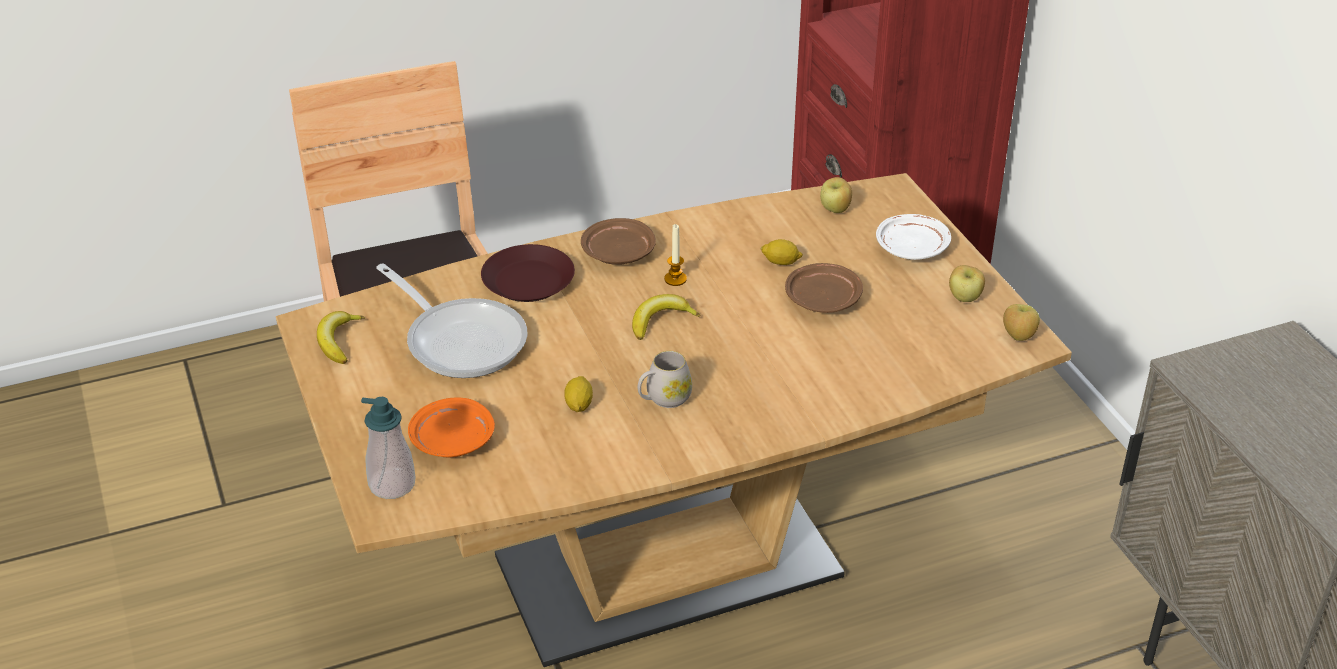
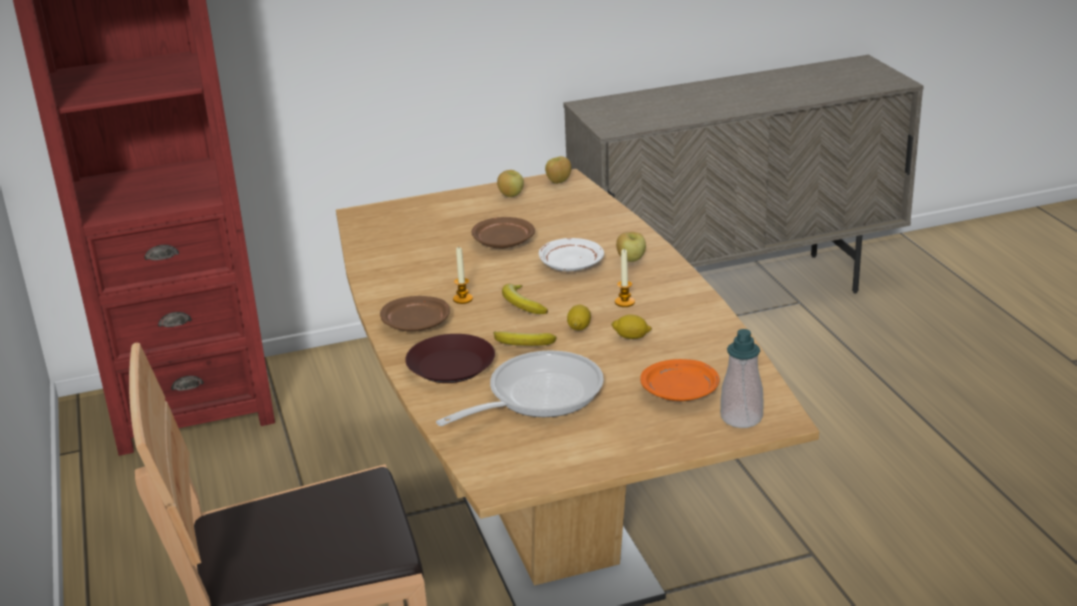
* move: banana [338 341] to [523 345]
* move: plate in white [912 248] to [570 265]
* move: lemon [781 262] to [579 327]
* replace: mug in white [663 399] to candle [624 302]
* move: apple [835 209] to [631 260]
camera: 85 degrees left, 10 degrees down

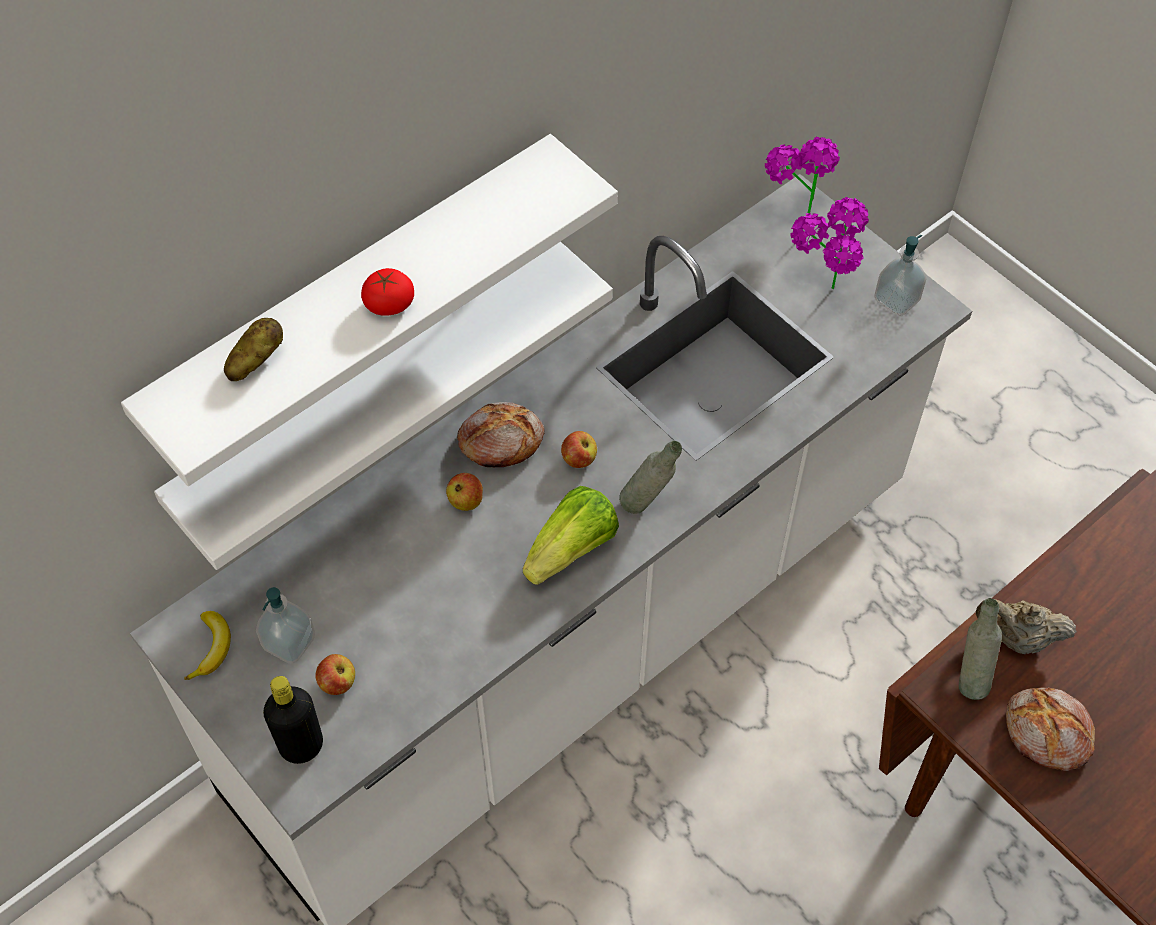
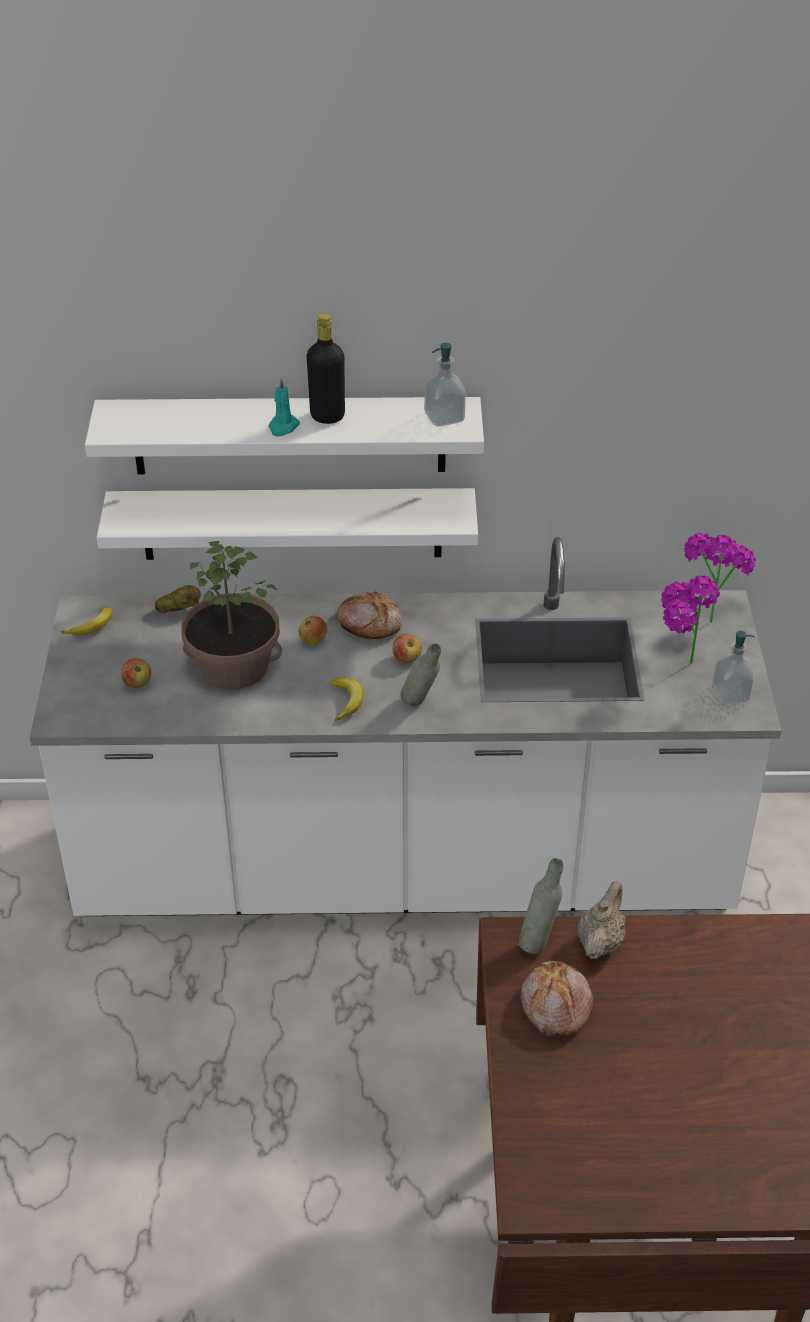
* move: potato [255 361] to [179 609]
* insert: potted plant [233 667]
* replace: tomato [389 304] to candle in turquoise [283 427]
* move: bottle in black [301 746] to [327 416]
* replace: lettuce [572 549] to banana [347 701]
* move: soap dispenser [289 642] to [444 417]
* rotate: teapot in beige [1017 638] = [600 941] 60 degrees clockwise
camera: 40 degrees right, 15 degrees down

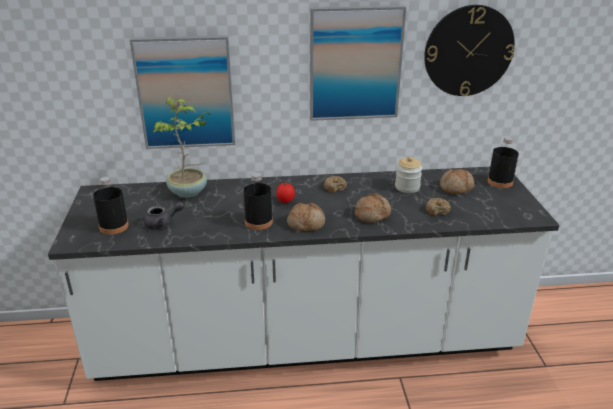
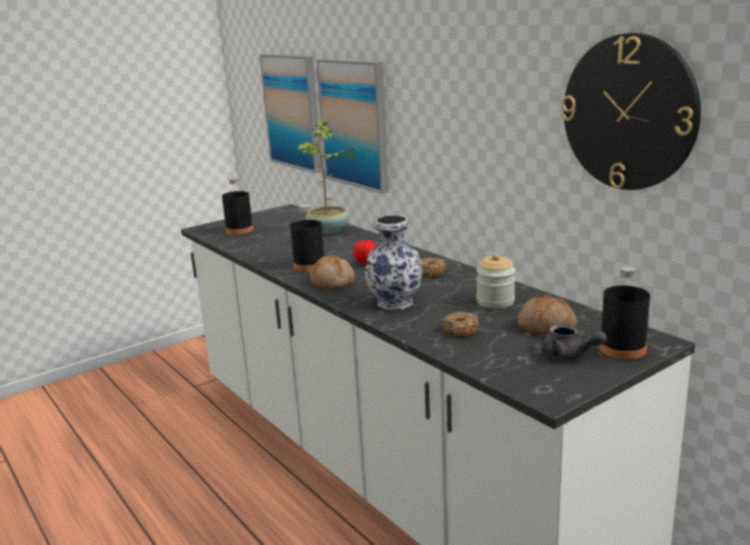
* move: picture [355 63] to [293 111]
* replace: bread [372 214] to vase [396 302]
* move: teapot in grey [163 223] to [569 355]
camera: 60 degrees right, 10 degrees down

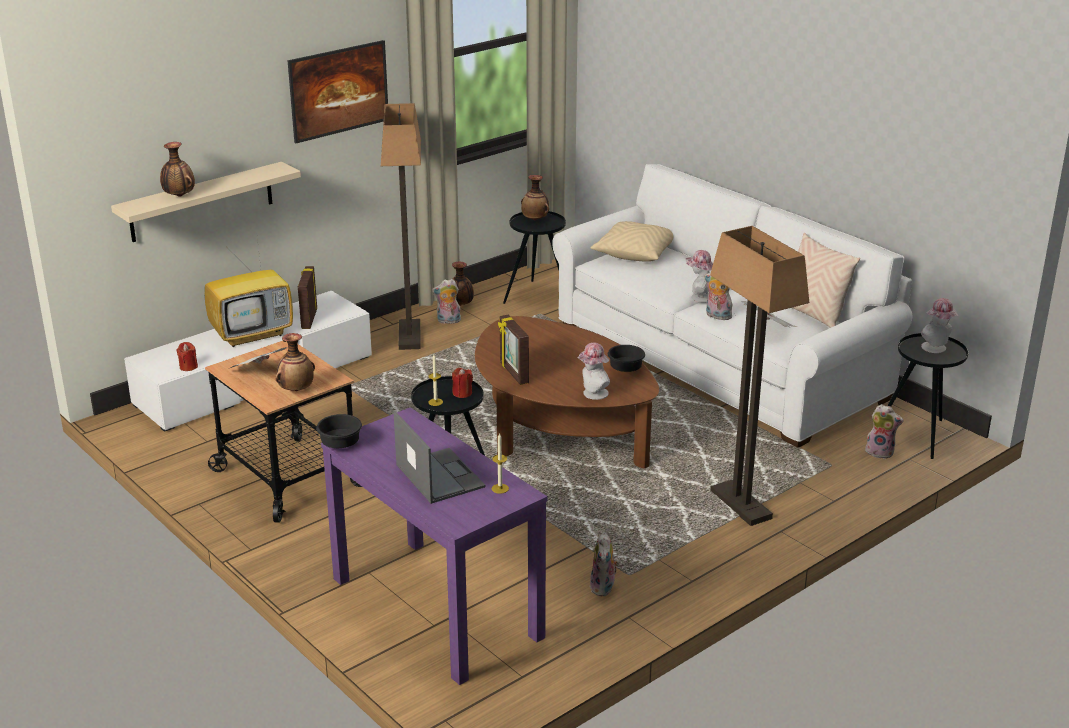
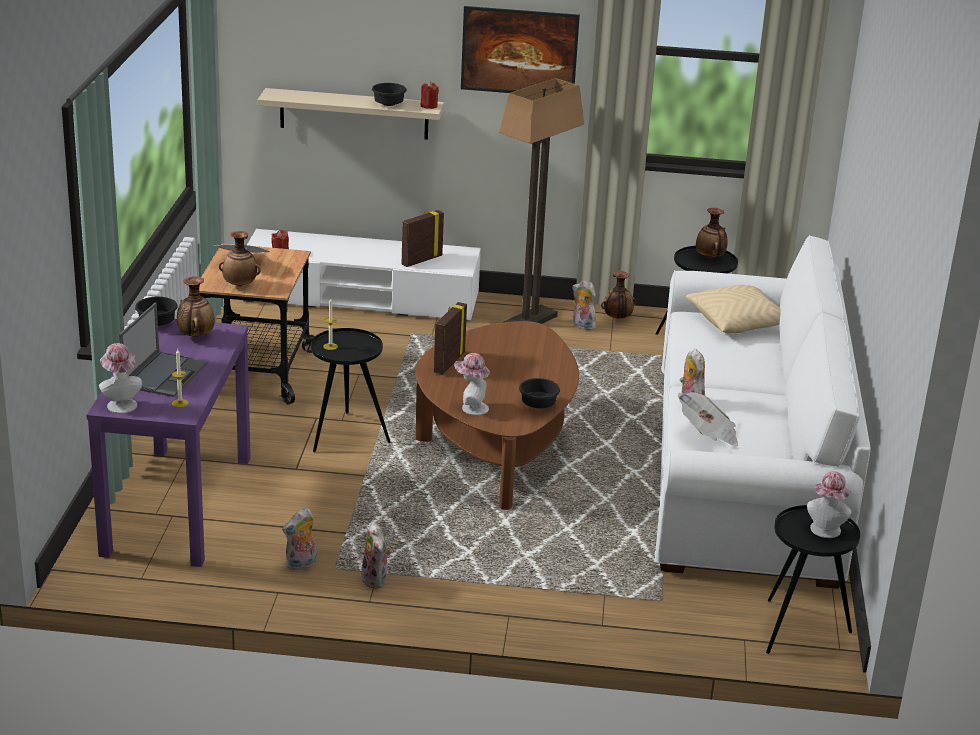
* move: hat [699 297] to [120 404]
* move: vase [179 196] to [195 336]
* move: plush toy [880 452] to [376 580]
* insert: bowl in black [387 104]
* move: candle in red [462 393] to [429 106]
* delete: television [253 334]
* delete: floor lamp [741 505]
* delete: pillow in beige [813 314]
camera: 45 degrees right, 0 degrees up

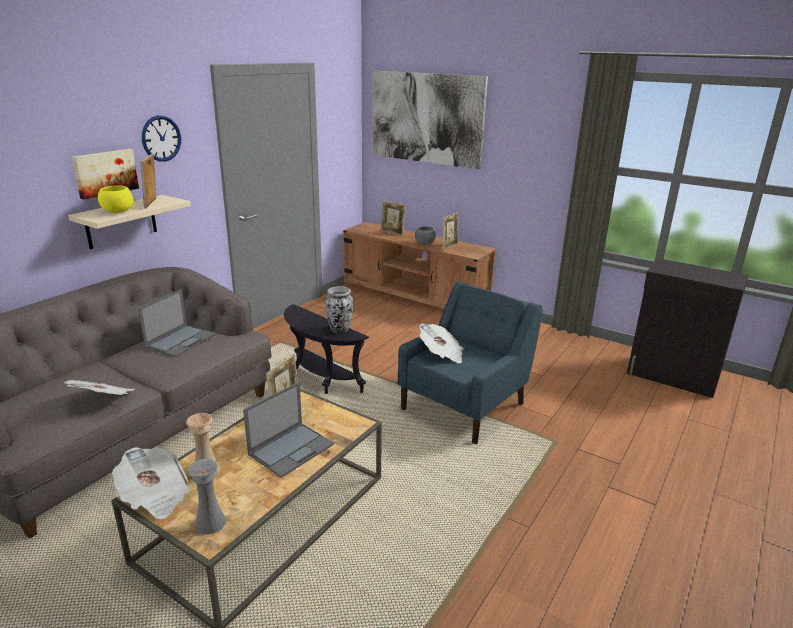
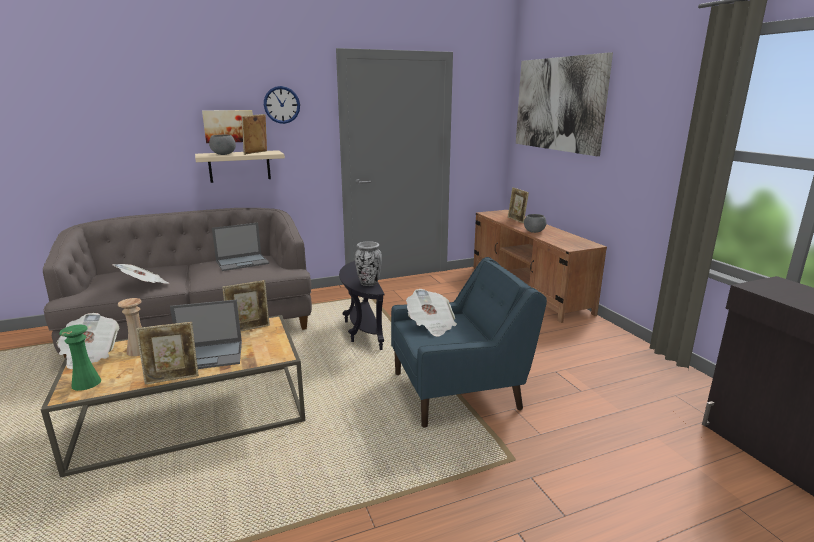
* recolor: vase in grey [210 523] to vase in green [86 383]
* move: picture frame [450 247] to [173 378]
* recolor: bowl in yellow [117 212] to bowl in grey [223 154]
camera: 35 degrees right, 5 degrees down

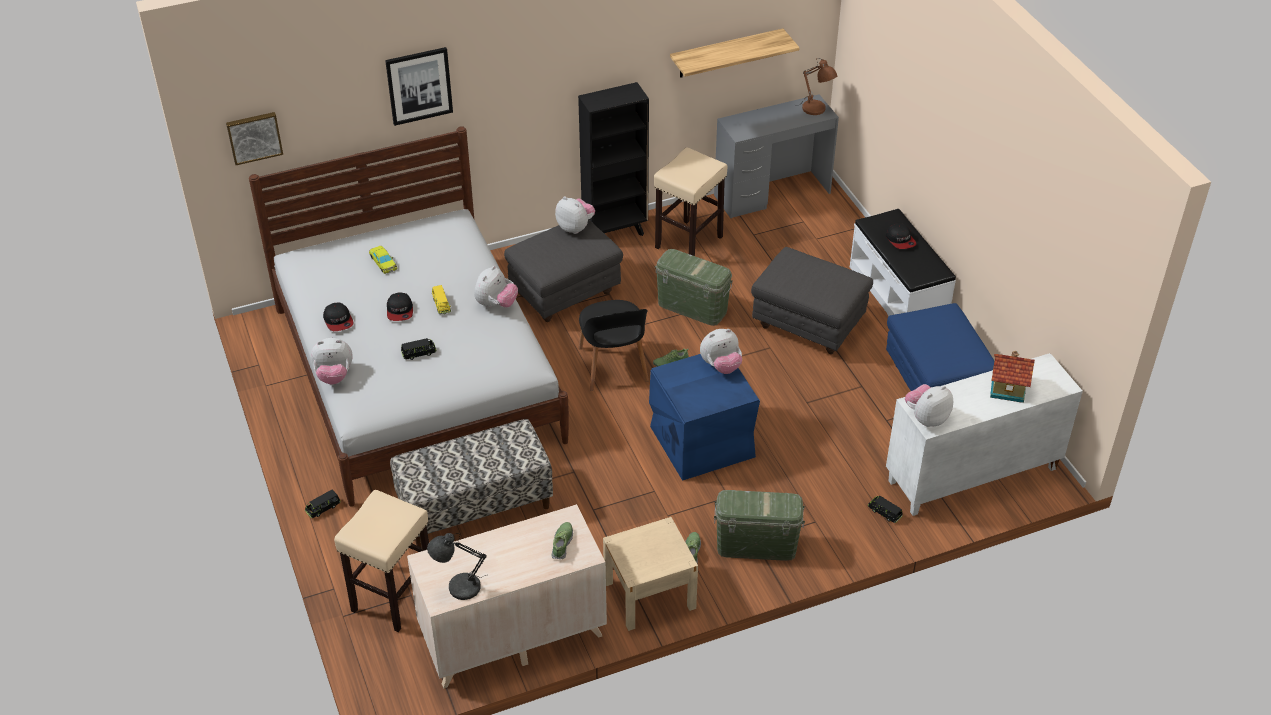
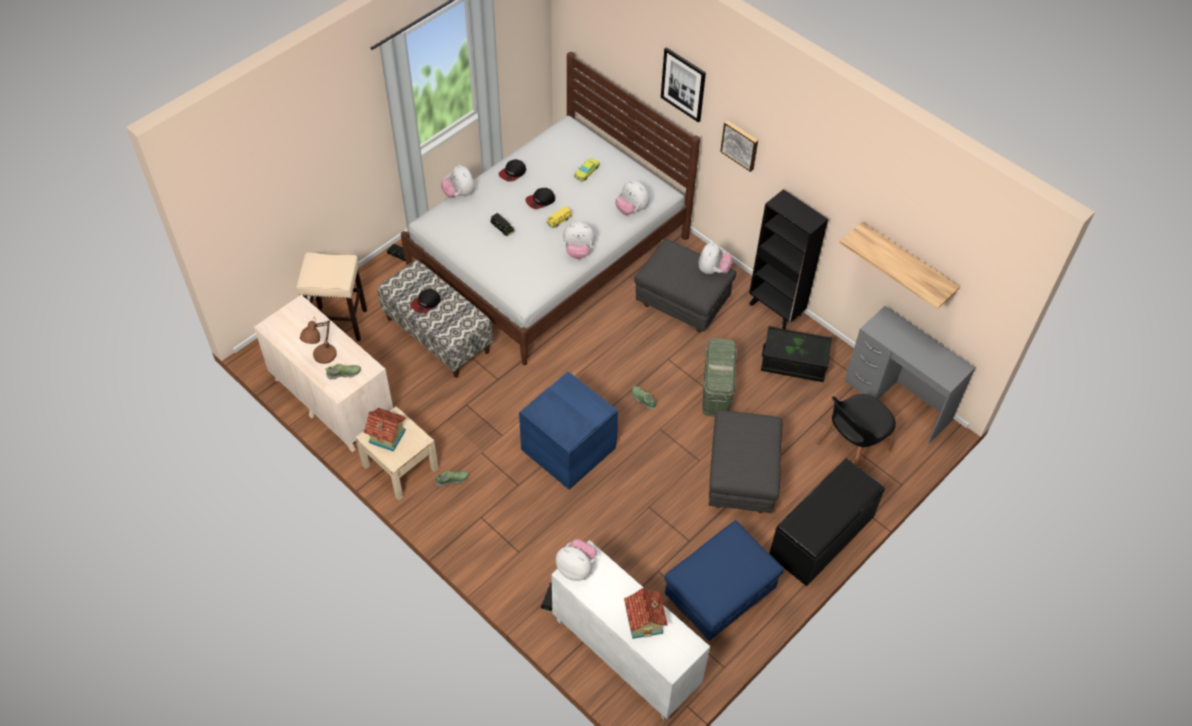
* move: table lamp in brown [815 110] to [322 356]
* insert: toy house [387 437]
* move: cap [900 240] to [426 303]
* move: plush toy [721 366] to [631 209]
* move: picture [254 137] to [740 144]
* replace: stool in beige [688 243] to storage box in black [793 363]
* recolor: bench in white [898 295] to bench in black [822 536]
* move: chair in black [613 366] to [852 448]
* delete: table lamp in grey [460 587]
* delete: storage box in green [756 545]
camera: 65 degrees right, 10 degrees up

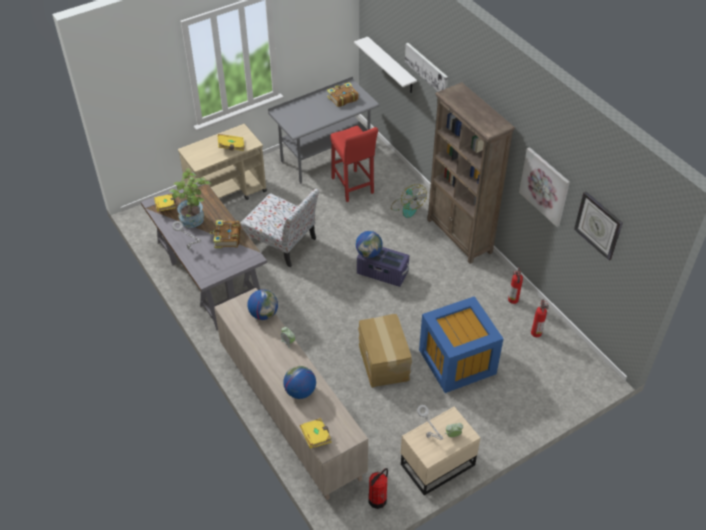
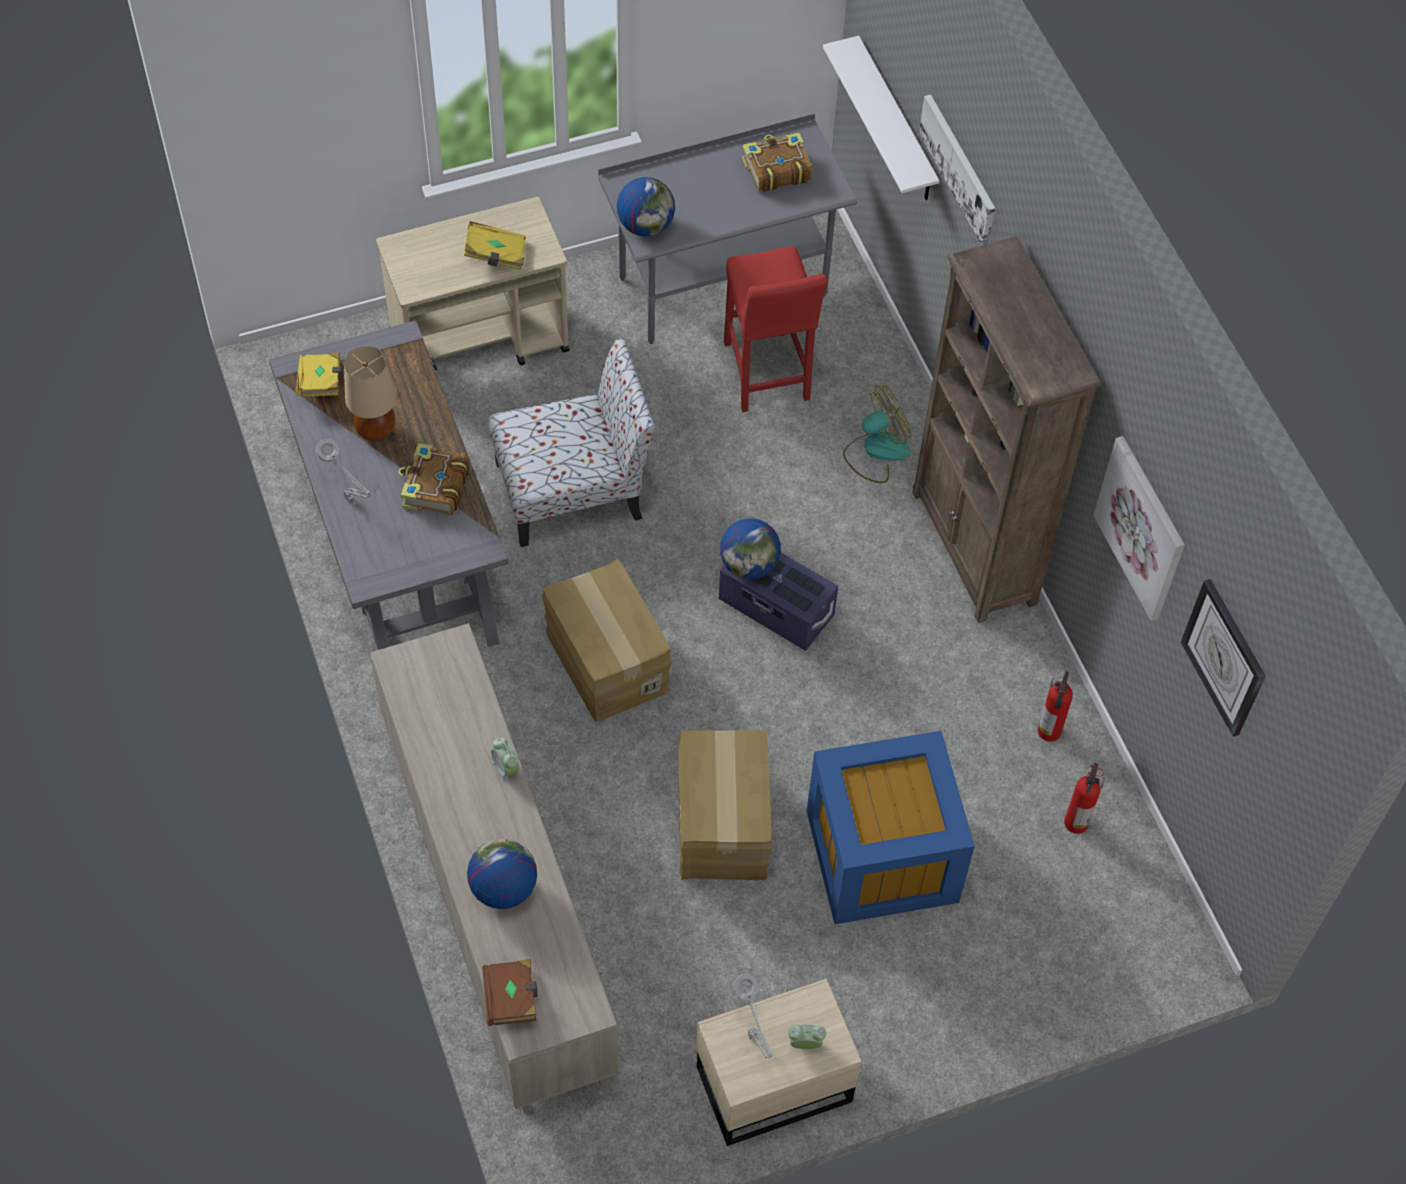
* replace: potted plant [195 220] to table lamp in beige [375 430]
* recolor: book in yellow [316 437] to book in brown [511 998]
* rotate: chair [282 243] = [573 490] 60 degrees counterclockwise
* insert: cardboard box [605 661]
* move: globe [264 314] to [646 226]
* rotate: fan [407 207] = [876 451] 105 degrees counterclockwise
* delete: fire extinguisher [377 500]
camera: 10 degrees right, 10 degrees up

